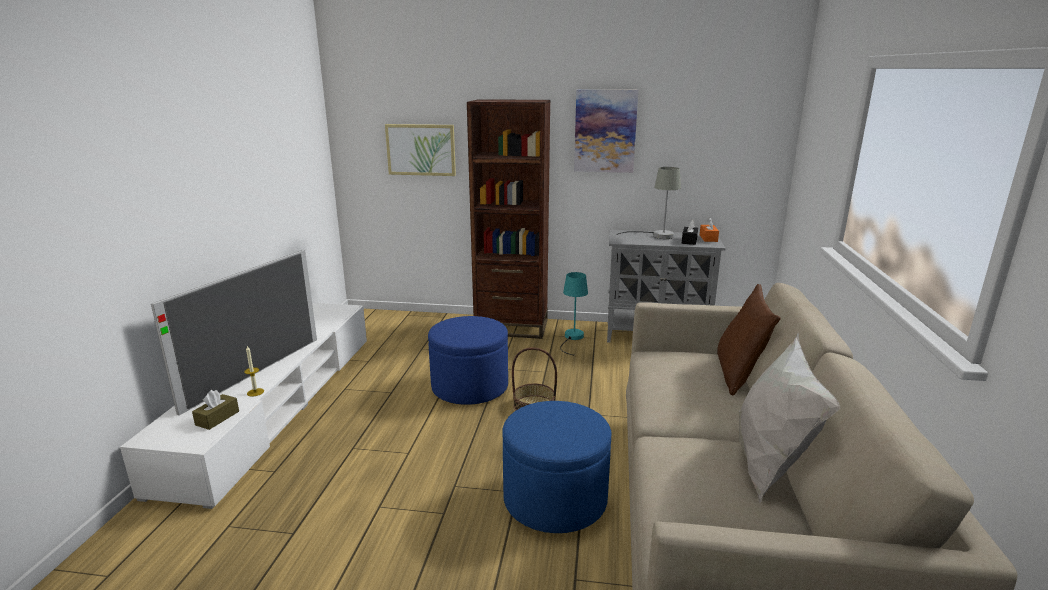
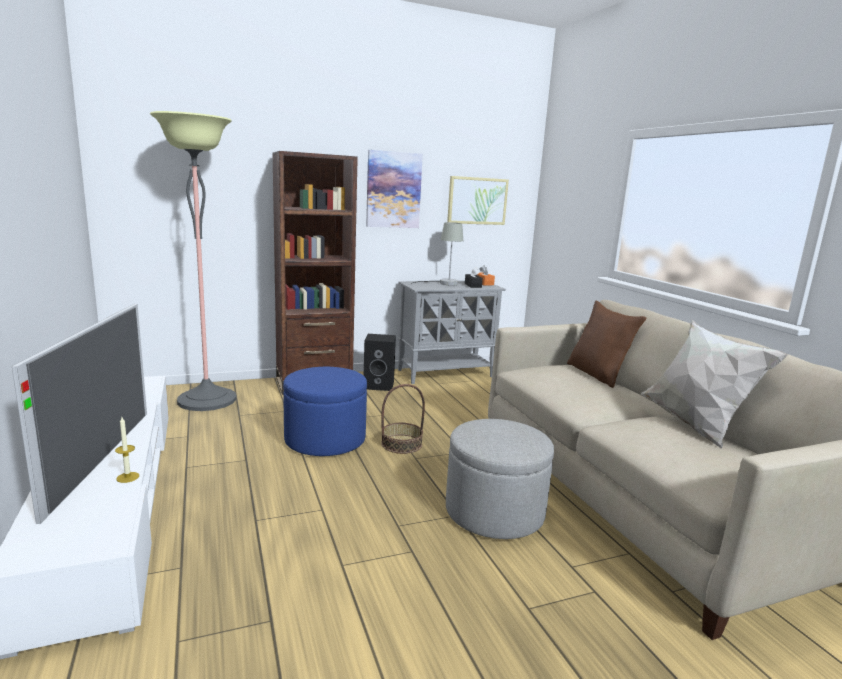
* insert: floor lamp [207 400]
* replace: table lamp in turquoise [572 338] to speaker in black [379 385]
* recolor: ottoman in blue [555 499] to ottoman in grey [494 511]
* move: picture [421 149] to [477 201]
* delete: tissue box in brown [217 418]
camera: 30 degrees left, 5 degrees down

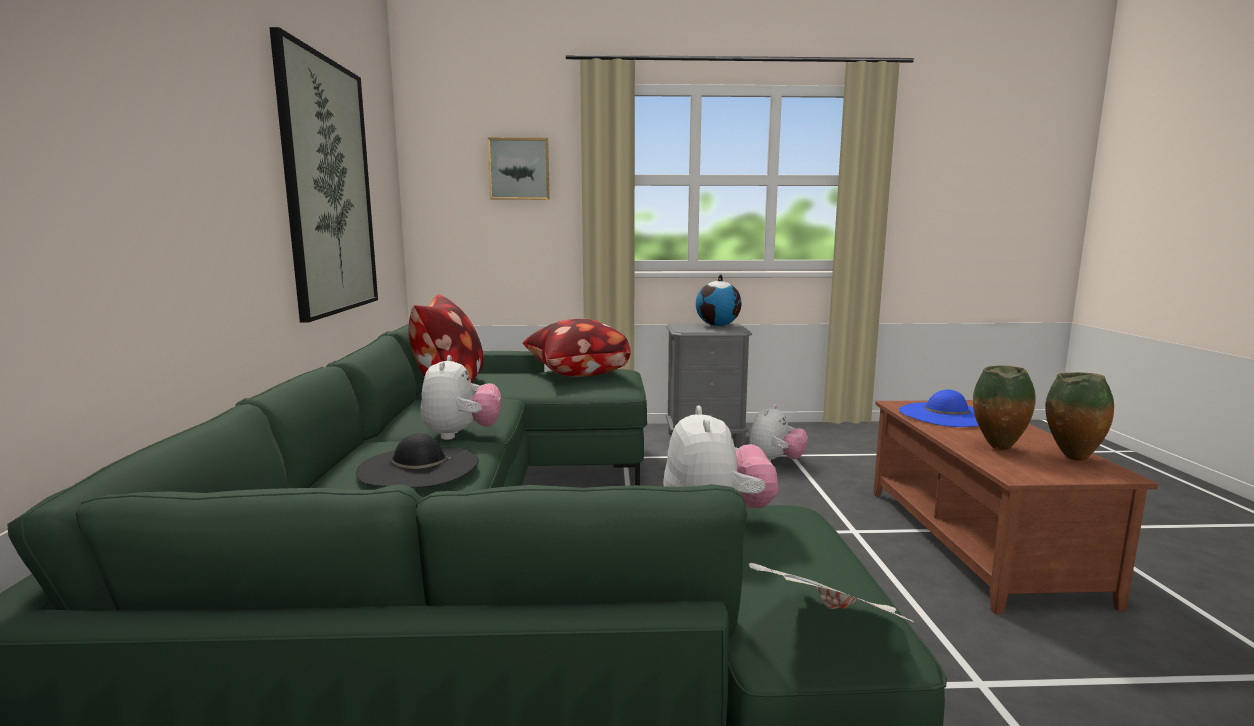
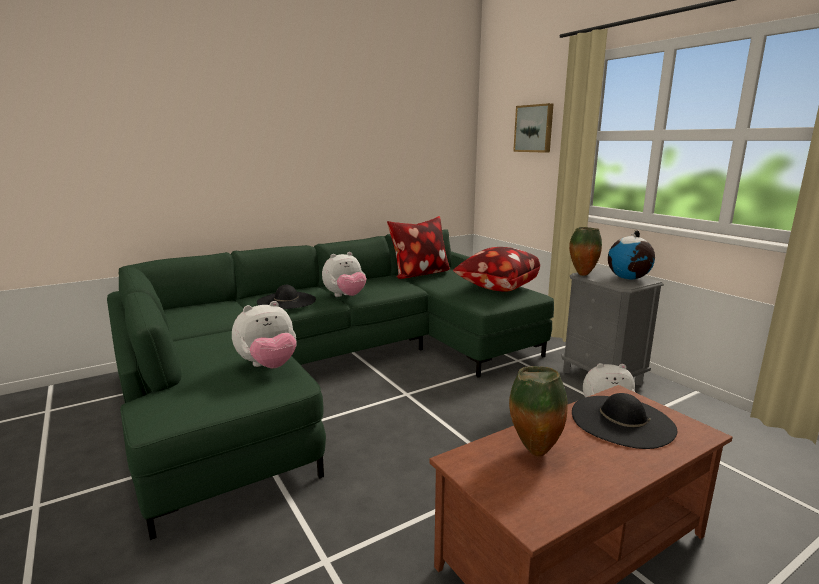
* move: vase [1071 458] to [582 274]
* recolor: hat in blue [946 415] to hat in black [622 421]
* delete: picture [329 187]
* delete: newspaper [833 633]
camera: 60 degrees right, 5 degrees up

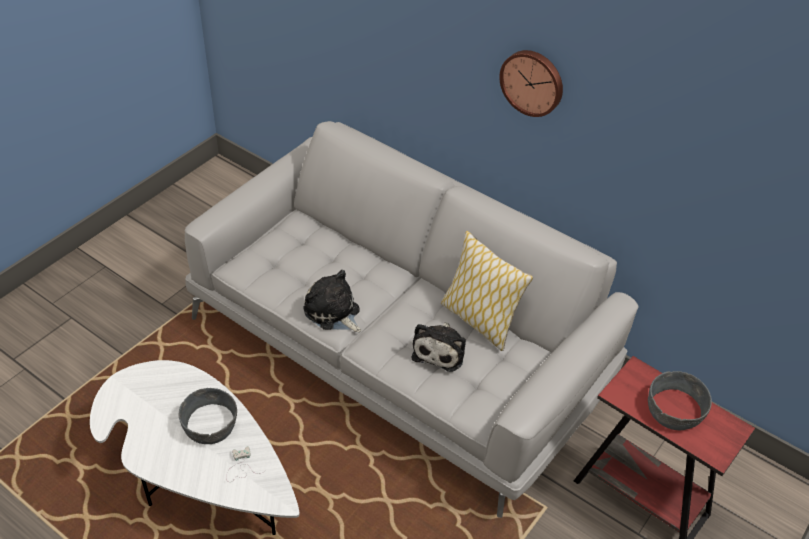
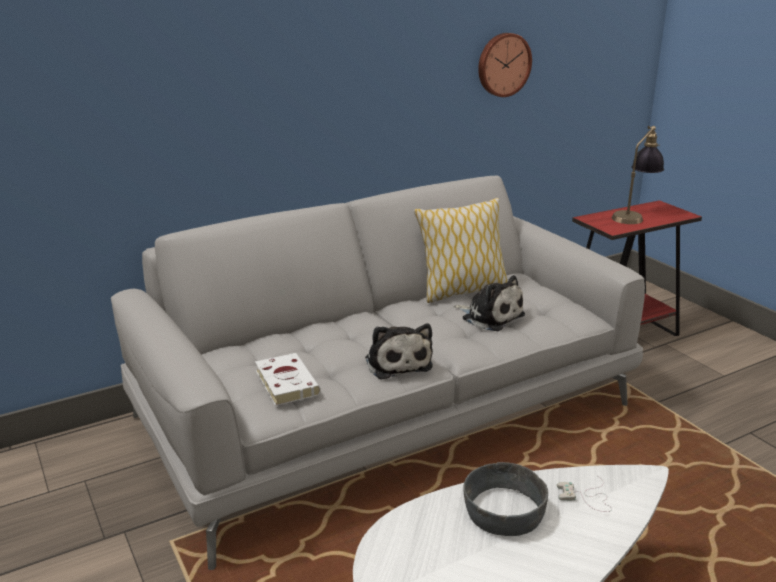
* insert: book in white [285 382]
* rotate: plush toy [333 313] = [397 362] 90 degrees counterclockwise
* move: wall clock [532 82] to [503 64]
* replace: bowl in grey [675 408] to table lamp [634 216]
camera: 65 degrees left, 20 degrees down

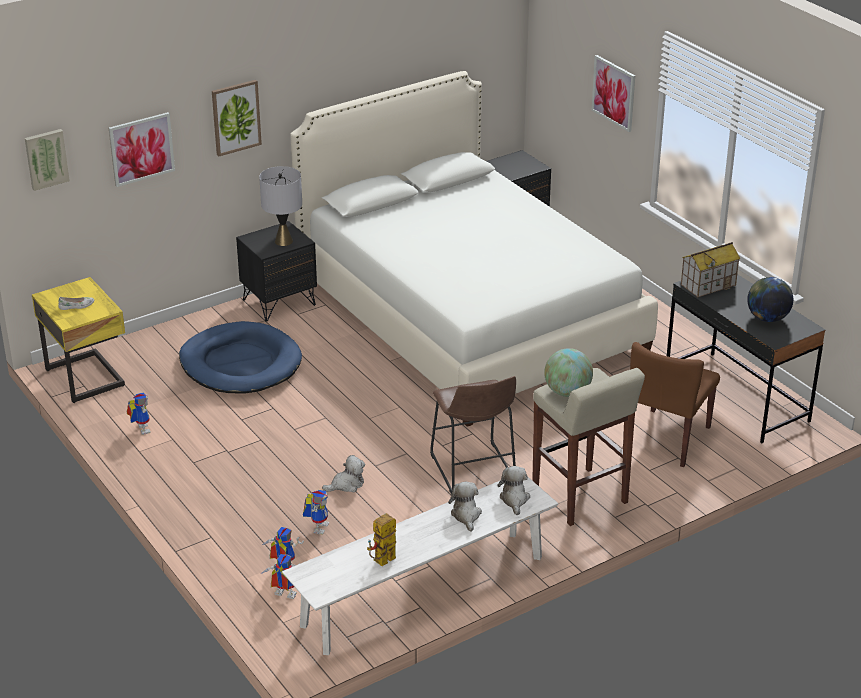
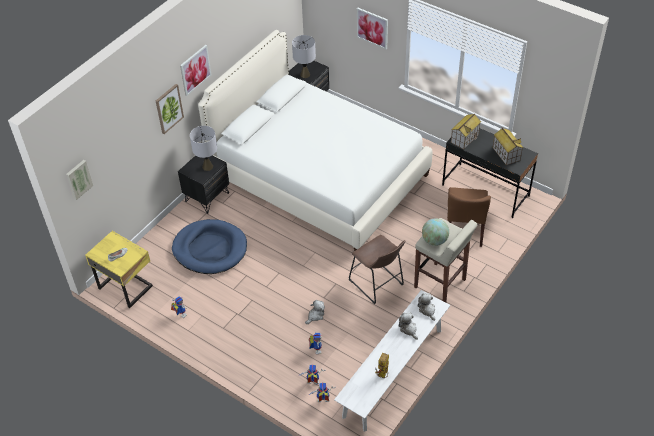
* move: picture [141 149] to [195 70]
* insert: table lamp in grey [305 74]
* replace: globe [767 318] to toy house [506 154]
camera: 20 degrees left, 15 degrees up

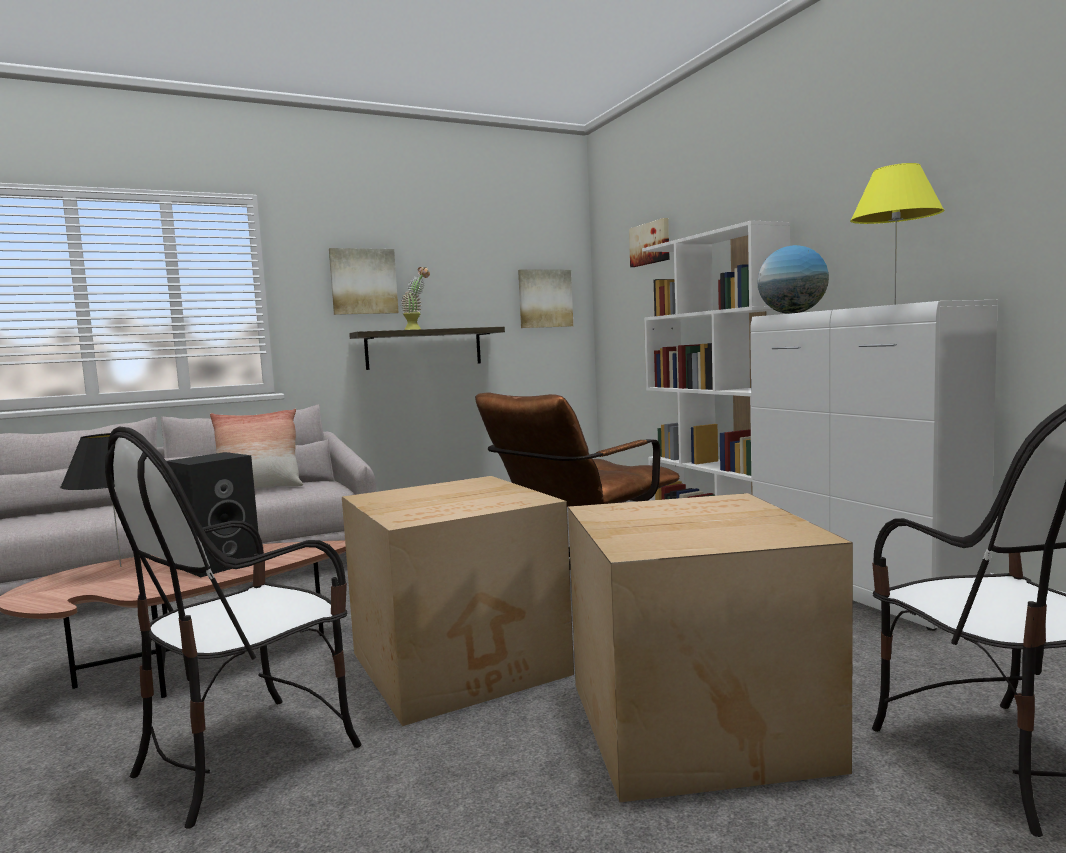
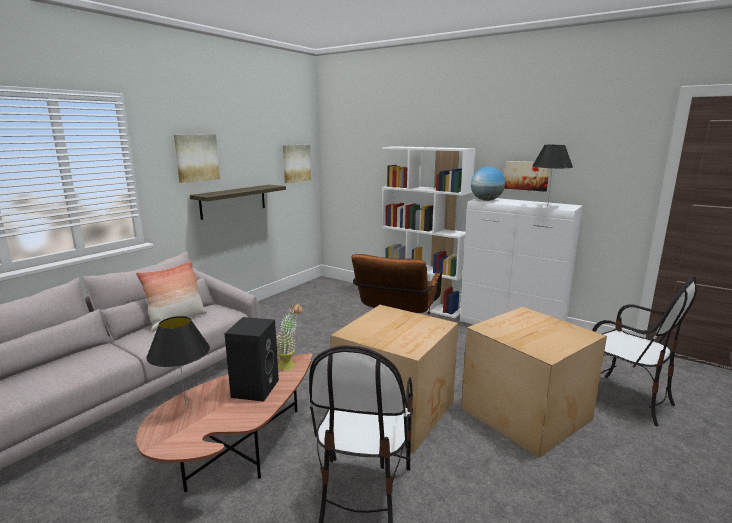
* move: potted plant [417 329] to [290 364]
* move: picture [650 243] to [526 175]
* recolor: table lamp in yellow [895 304] to table lamp in black [547 206]
camera: 30 degrees left, 10 degrees up

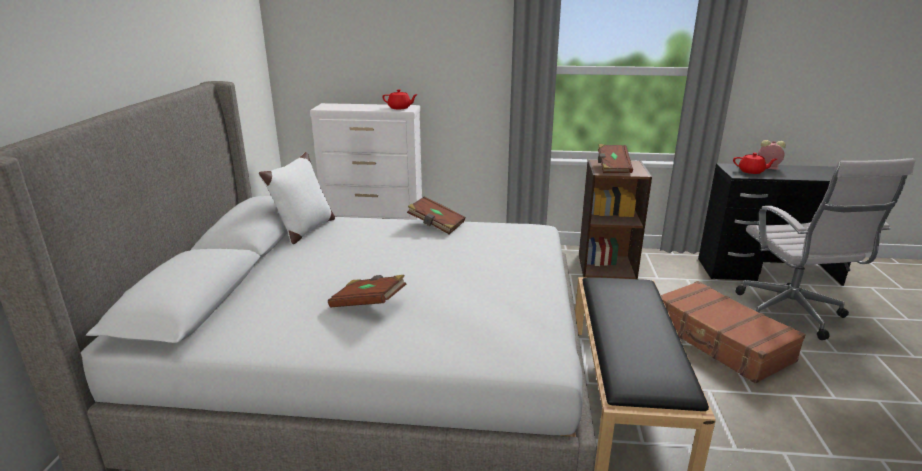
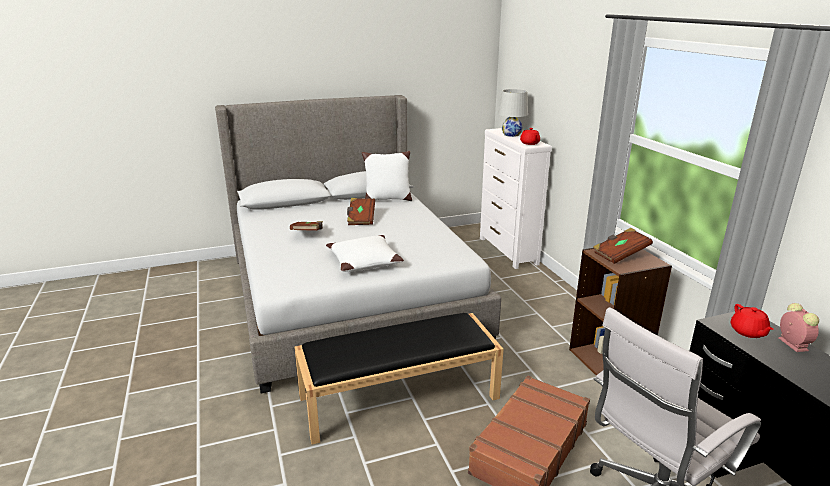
* insert: pillow in white [363 261]
* move: book in brown [436 225] to [361 219]
* insert: table lamp in white [511 134]
camera: 65 degrees right, 0 degrees up

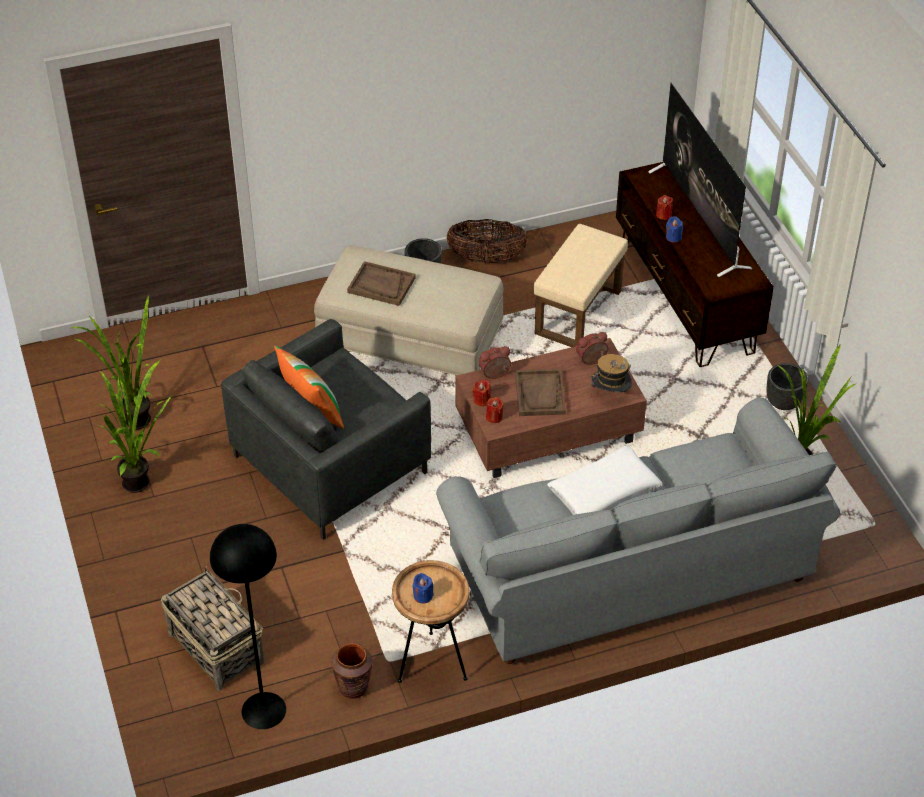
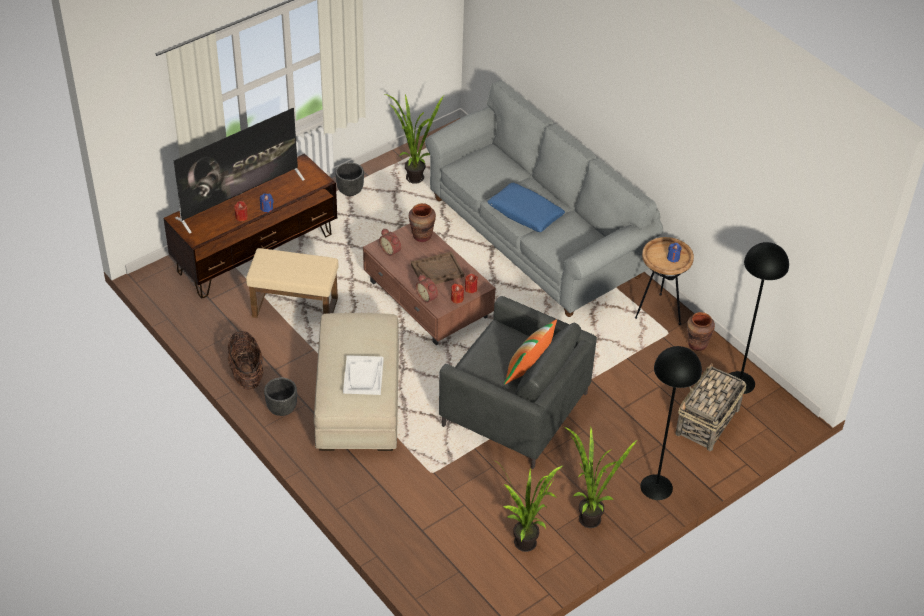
* recolor: tray in brown [381 285] to tray in white [363 376]
* replace: hat [610 394] to vase in brown [422 236]
* recolor: pillow in white [604 492] to pillow in blue [525 213]
* insert: floor lamp in black [656 487]
camera: 110 degrees left, 0 degrees up

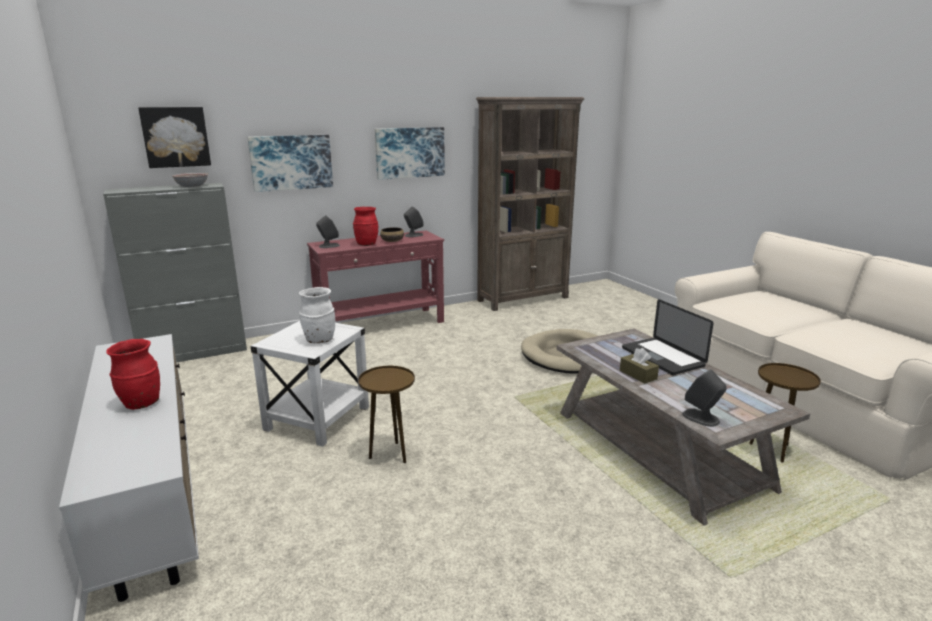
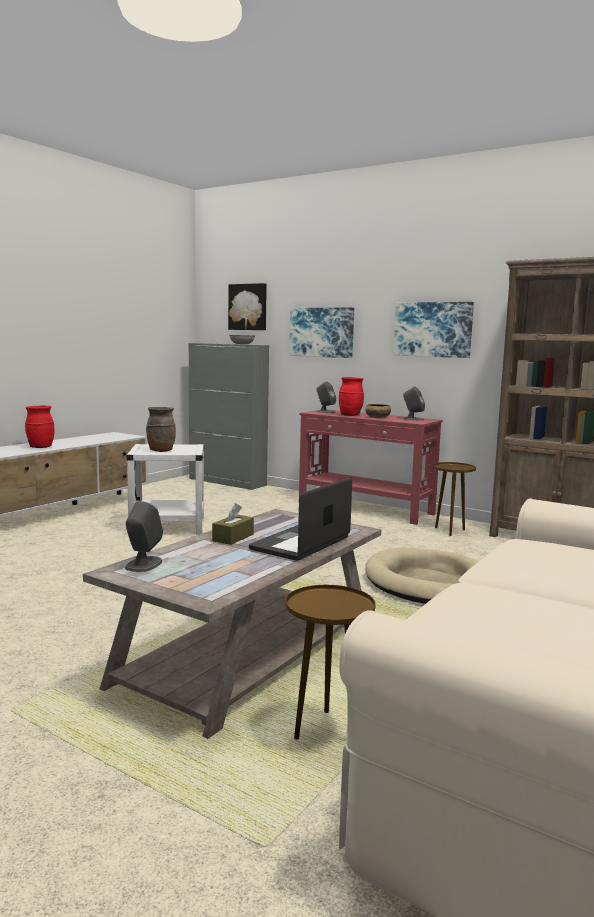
* recolor: vase in white [319 340] to vase in brown [161 451]
* move: side table in brown [390 454] to [450 531]
camera: 60 degrees right, 10 degrees down

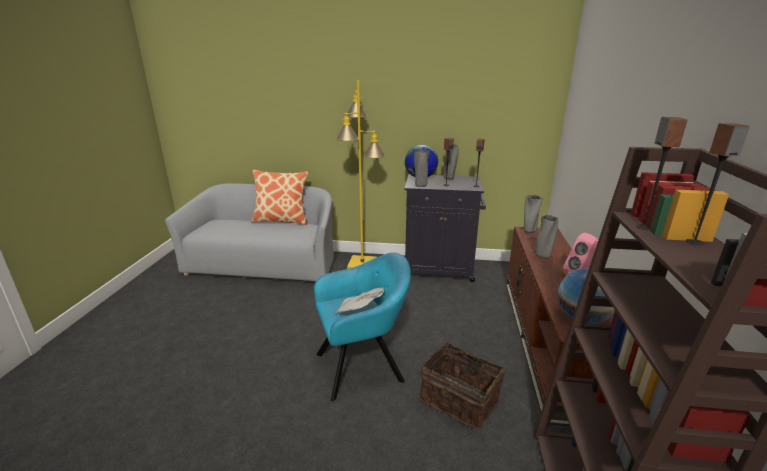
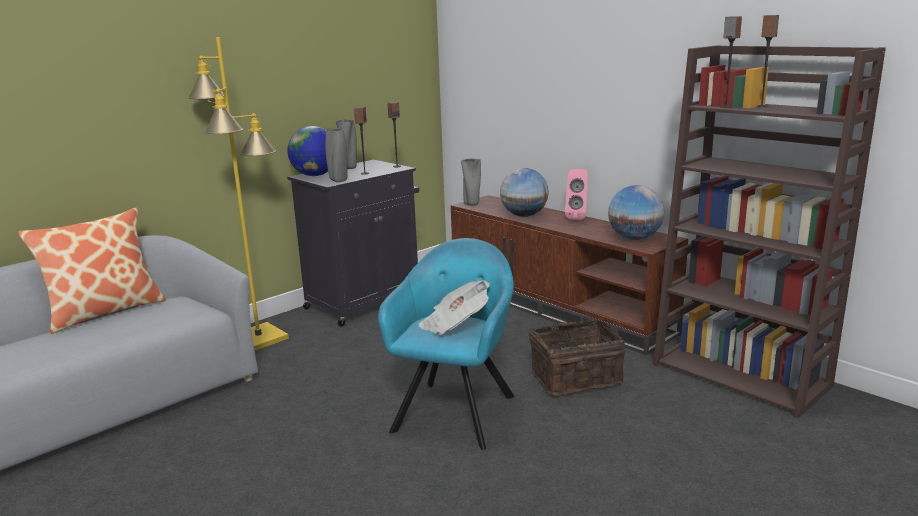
* replace: vase in grey [543 256] to globe [524 215]
camera: 50 degrees left, 5 degrees down

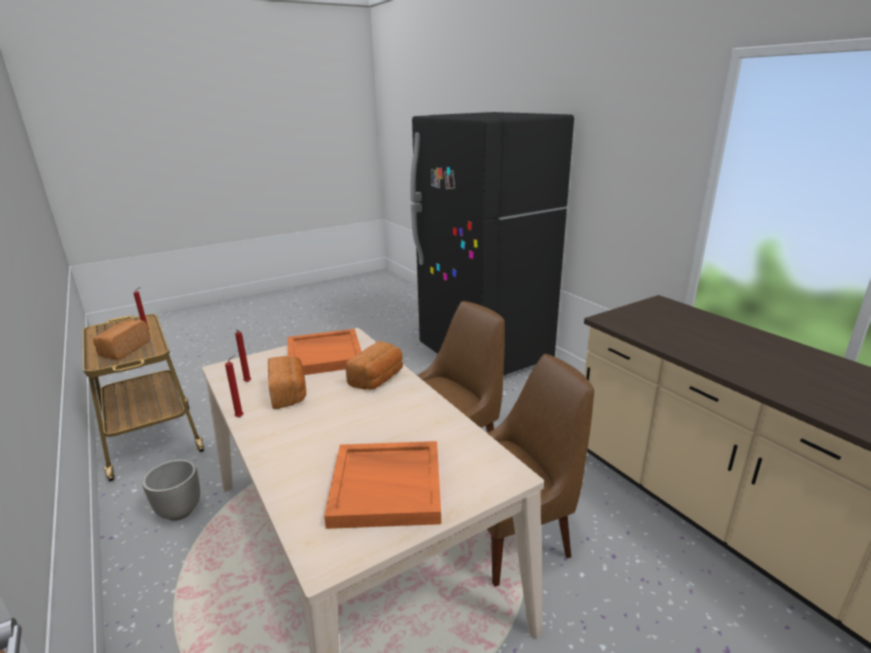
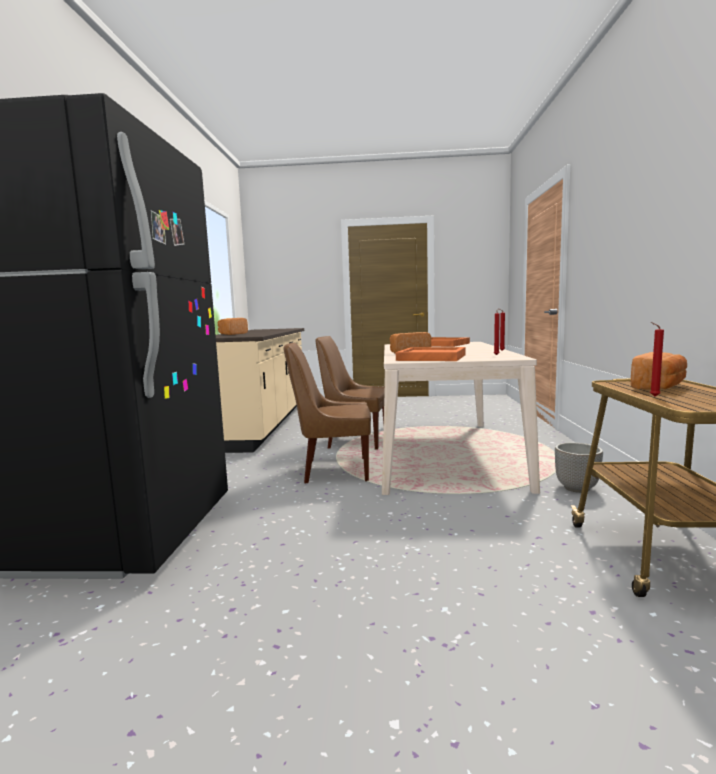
* move: bread [289 393] to [232 334]
camera: 145 degrees left, 15 degrees down

